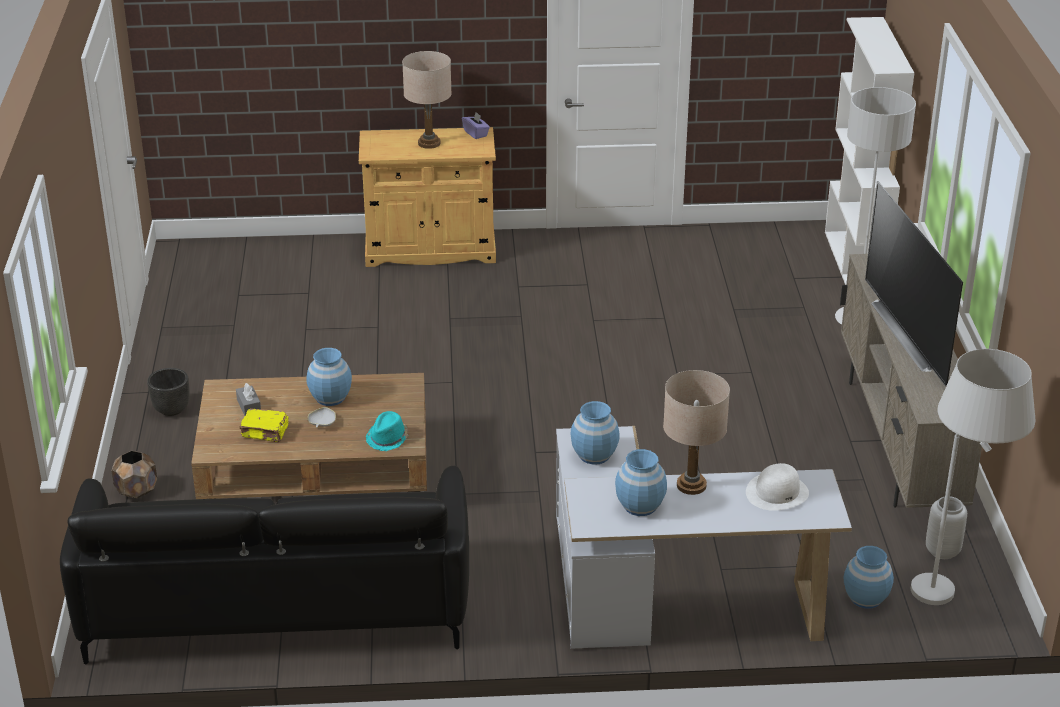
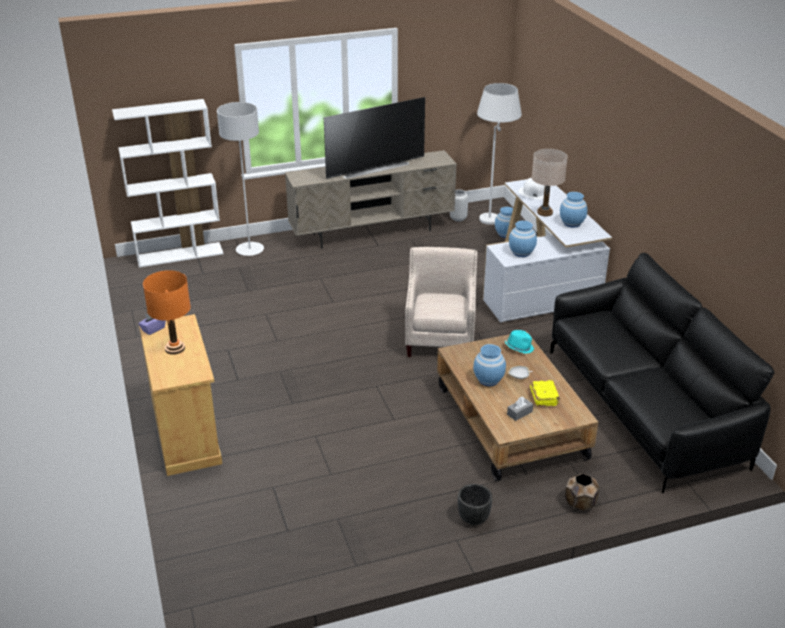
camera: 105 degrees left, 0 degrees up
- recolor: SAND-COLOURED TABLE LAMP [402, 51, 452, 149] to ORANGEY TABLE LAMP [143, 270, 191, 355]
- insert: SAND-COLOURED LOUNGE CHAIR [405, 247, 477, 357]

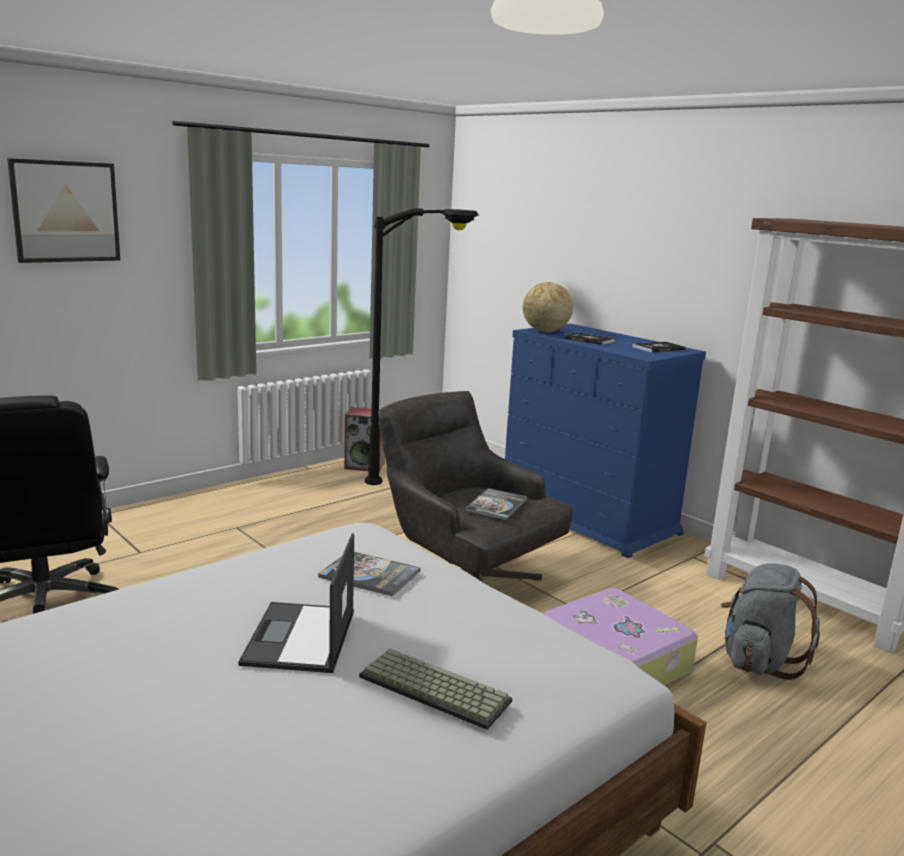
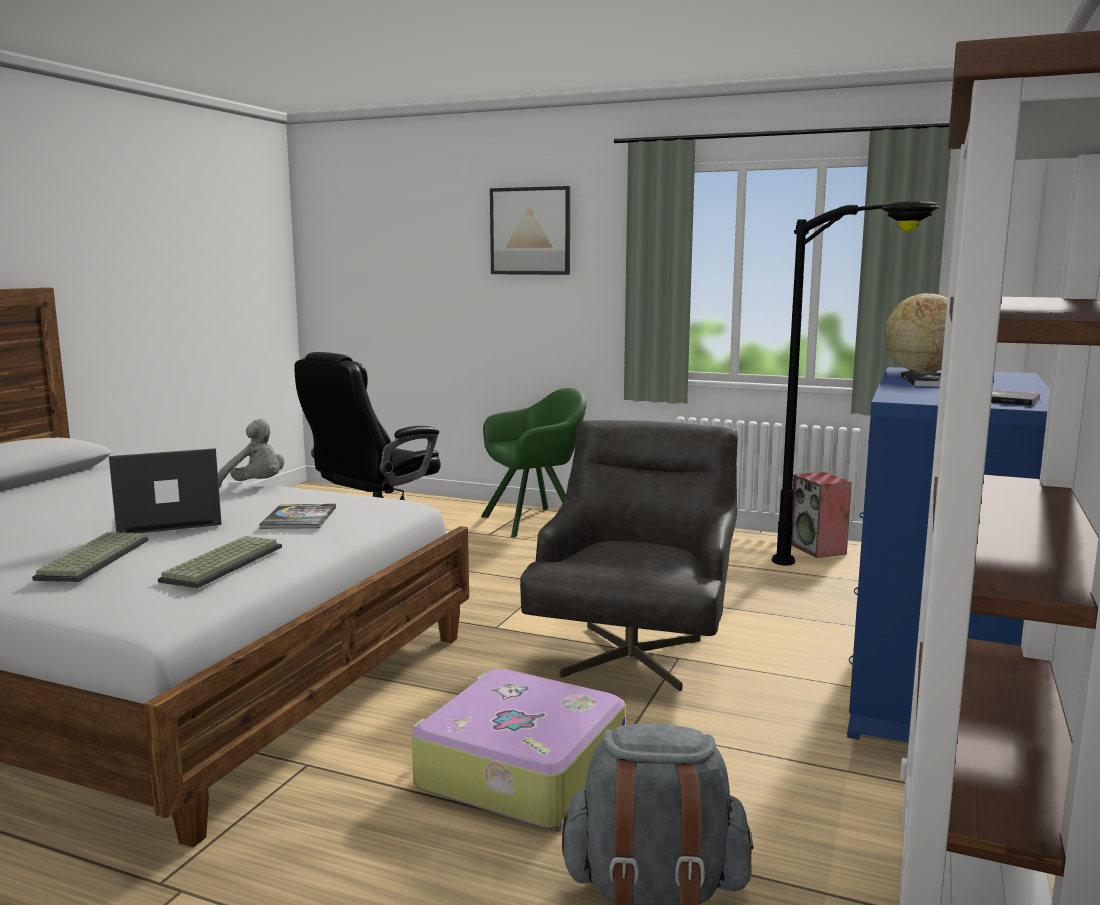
camera: 65 degrees right, 5 degrees down
- insert: KEYBOARD [158, 536, 282, 588]
- insert: GREY SOFT TOY [218, 419, 284, 488]
- insert: GREEN-COLOURED LOUNGE CHAIR [481, 388, 586, 538]
- delete: BOOK [465, 488, 527, 520]

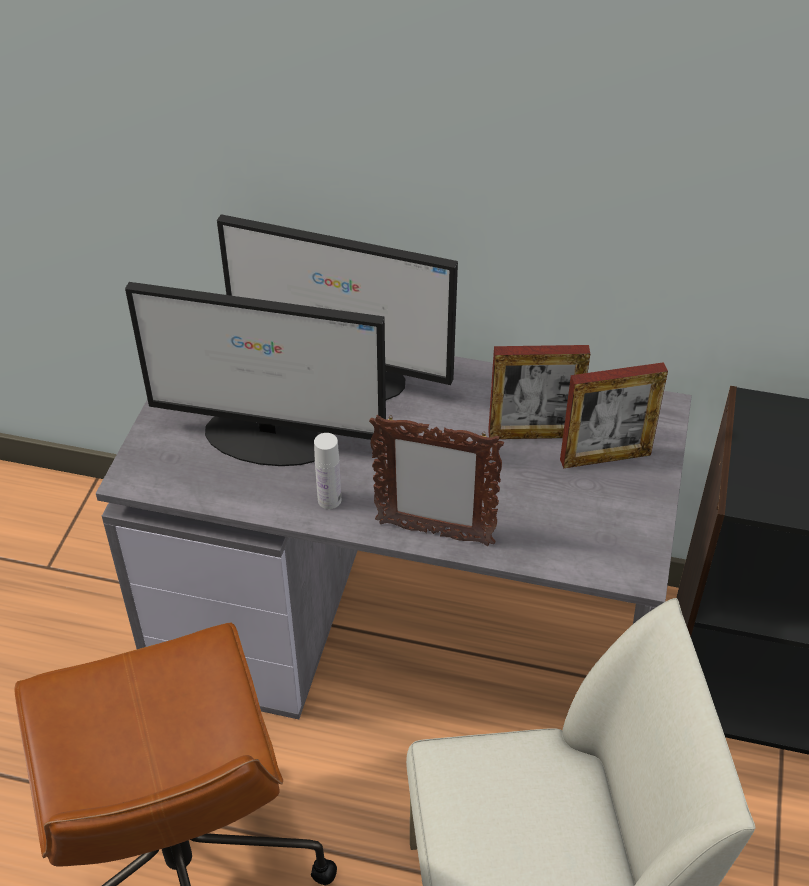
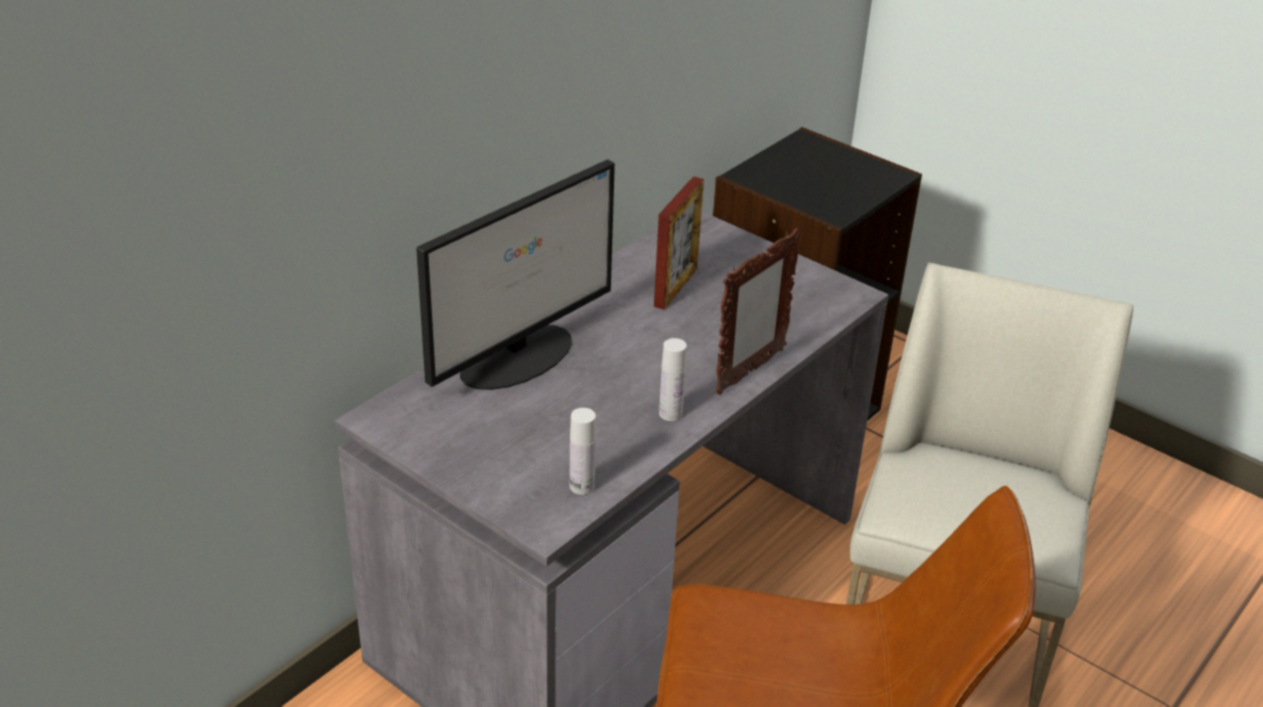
camera: 65 degrees left, 10 degrees down
- insert: WHITE DRINK BOTTLE [569, 408, 596, 495]
- delete: COMPUTER SCREEN [125, 282, 386, 466]
- delete: PHOTO FRAME [560, 362, 668, 468]

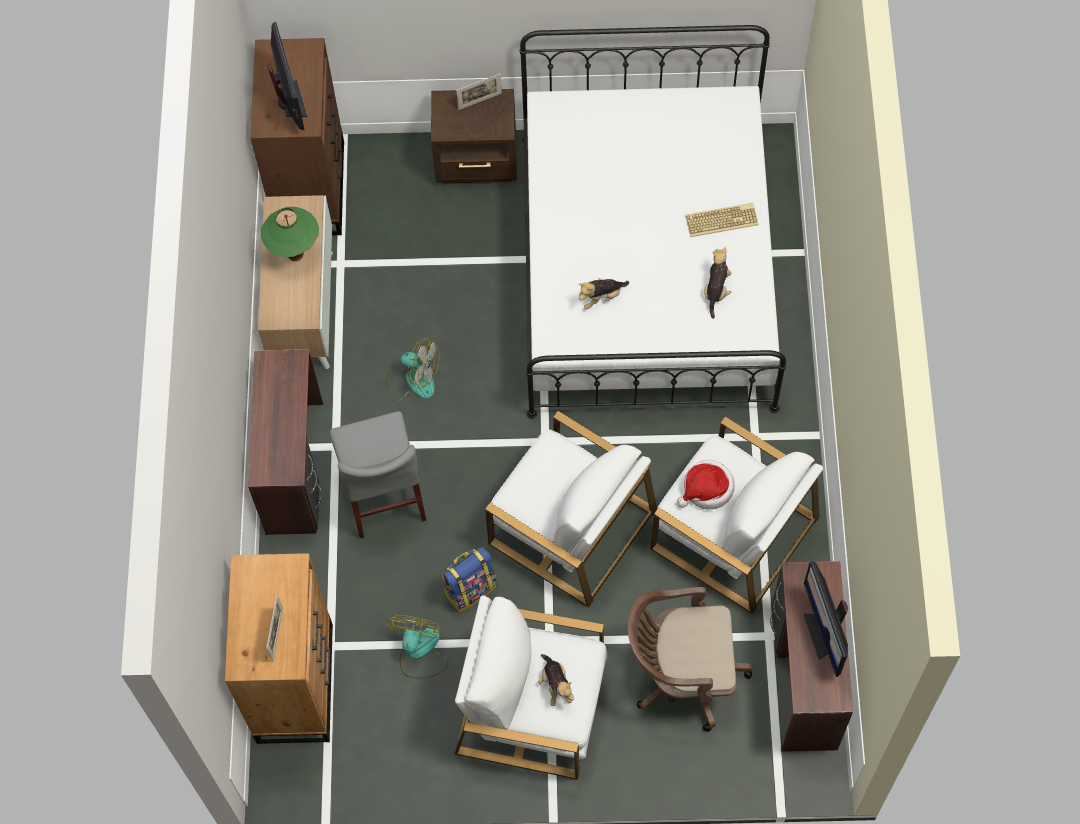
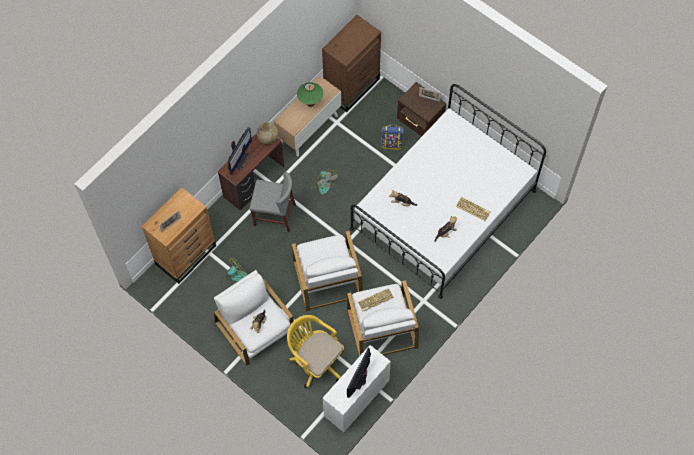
camera: 40 degrees right, 0 degrees up
- move: COMPUTER SCREEN [267, 22, 308, 130] to [228, 127, 252, 175]
- rotate: GREY UPRIGHT CHAIR [330, 411, 426, 538] = [249, 172, 296, 232] 105 degrees counterclockwise
- insert: DESK GLOBE [257, 122, 278, 144]
- recolor: BROWN OFFICE CHAIR [628, 587, 752, 732] to YELLOW OFFICE CHAIR [287, 315, 344, 388]
- recolor: BROWN DESK UNIT [770, 561, 853, 752] to WHITE DESK UNIT [323, 345, 391, 432]
- replace: WEARABLE HAT [677, 459, 735, 510] to KEYBOARD [358, 288, 394, 311]
- move: KNAPSACK [442, 547, 497, 613] to [381, 124, 404, 150]

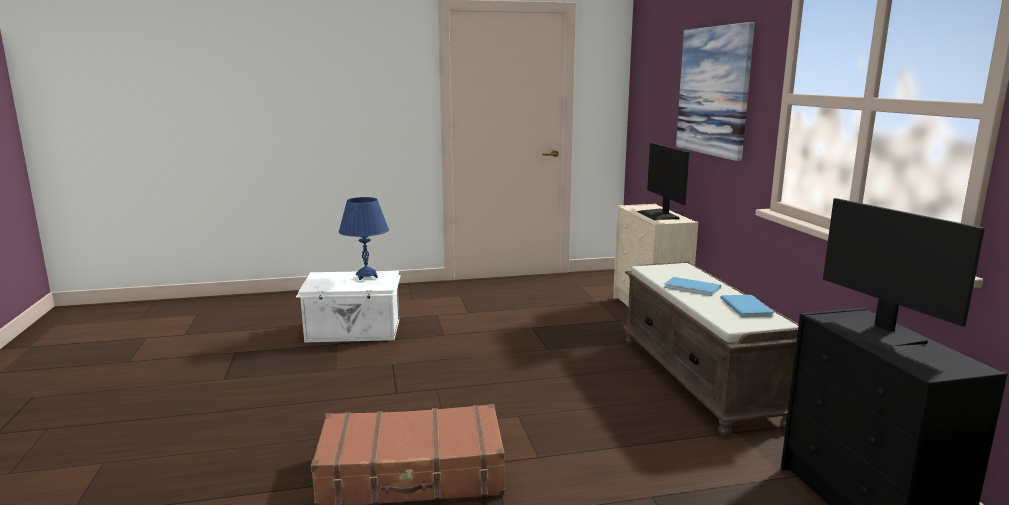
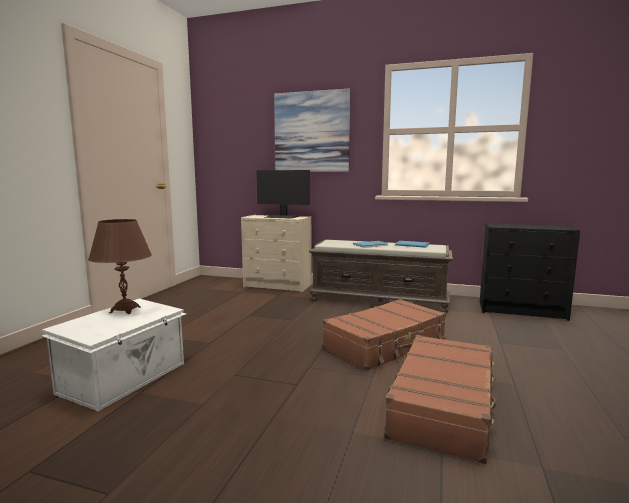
camera: 60 degrees left, 5 degrees down
- recolor: BLUE-COLOURED TABLE LAMP [339, 197, 389, 280] to BROWN TABLE LAMP [88, 219, 152, 314]
- insert: BROWN SUITCASE [323, 299, 446, 371]
- delete: COMPUTER SCREEN [823, 198, 985, 352]

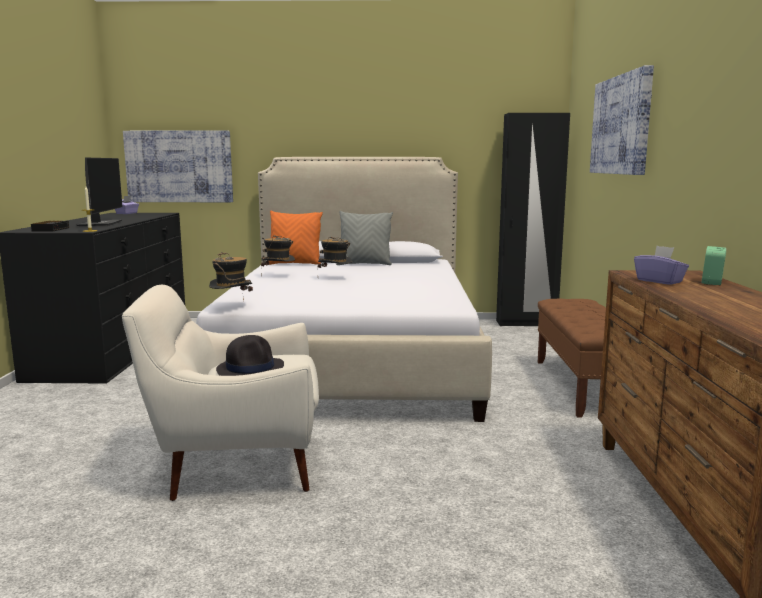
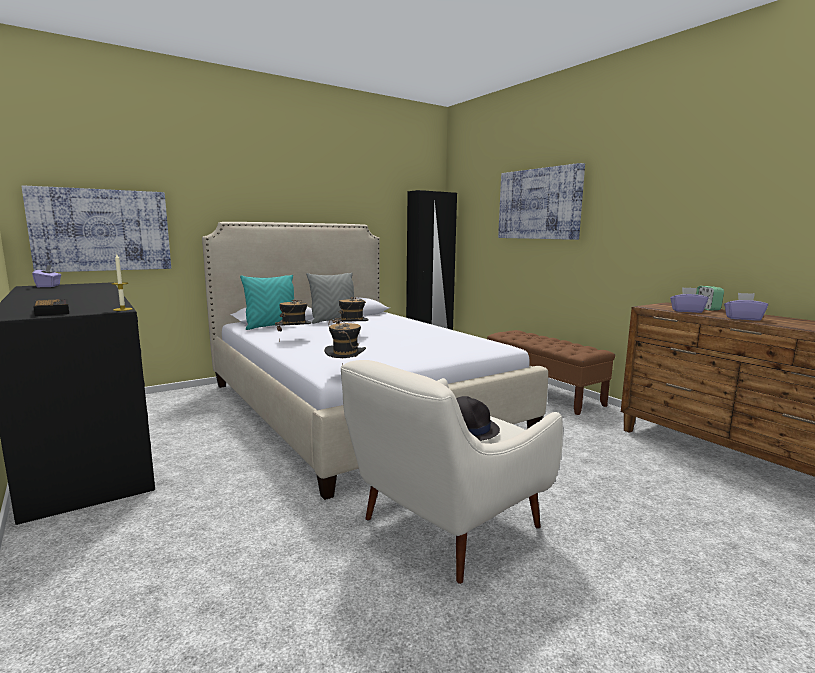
camera: 35 degrees left, 0 degrees up
- recolor: ORANGEY CUSHION [269, 211, 323, 265] to TURQUOISE CUSHION [240, 275, 294, 330]
- insert: PURPLISH BOX OF TISSUES [724, 293, 768, 321]
- delete: COMPUTER SCREEN [77, 158, 123, 226]

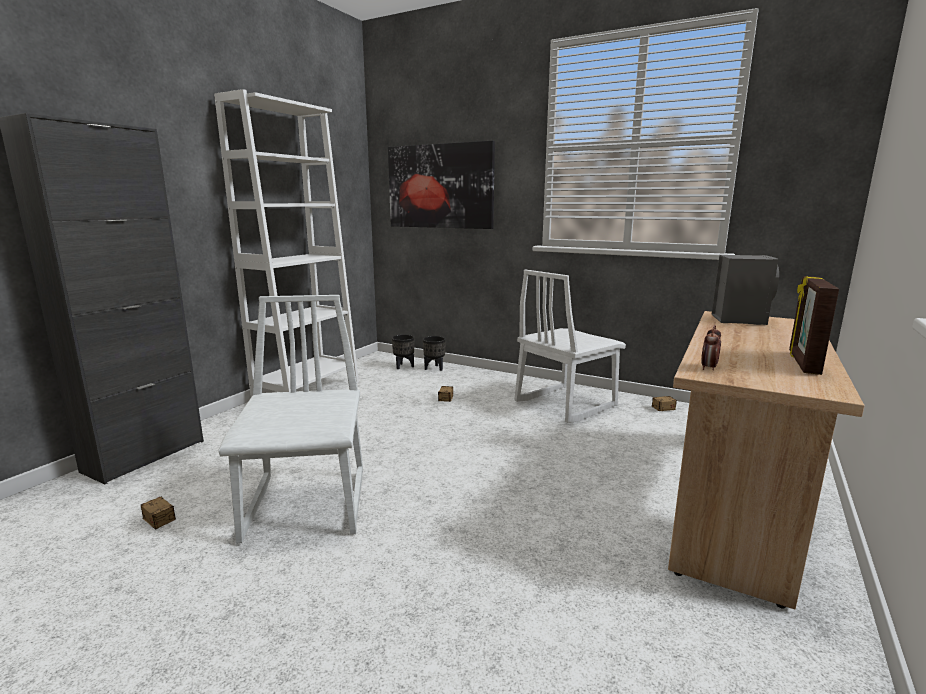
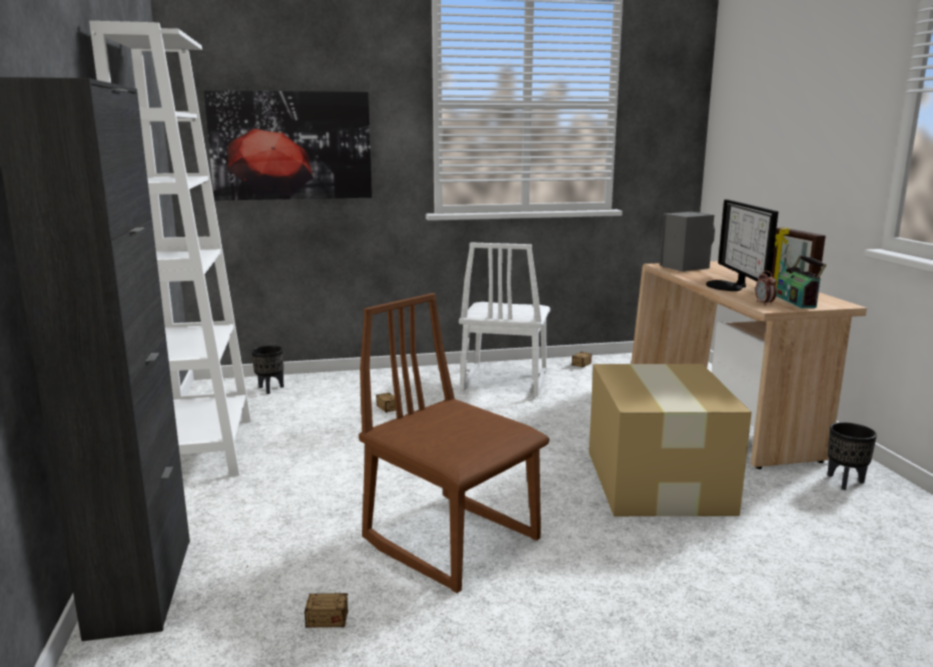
camera: 40 degrees left, 0 degrees up
- recolor: WHITE UPRIGHT CHAIR [218, 295, 363, 544] to BROWN UPRIGHT CHAIR [359, 293, 549, 593]
- insert: CARTON [589, 364, 752, 516]
- insert: COMPUTER SCREEN [706, 199, 778, 291]
- insert: RADIO SET [776, 255, 826, 308]
- move: BLACK PLANTER [423, 336, 446, 371] to [827, 422, 877, 490]

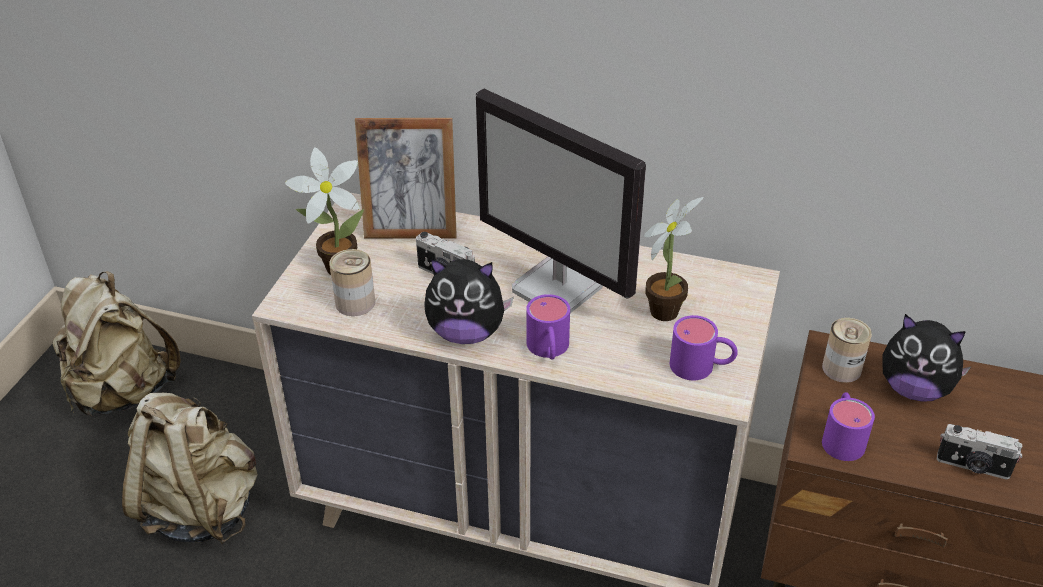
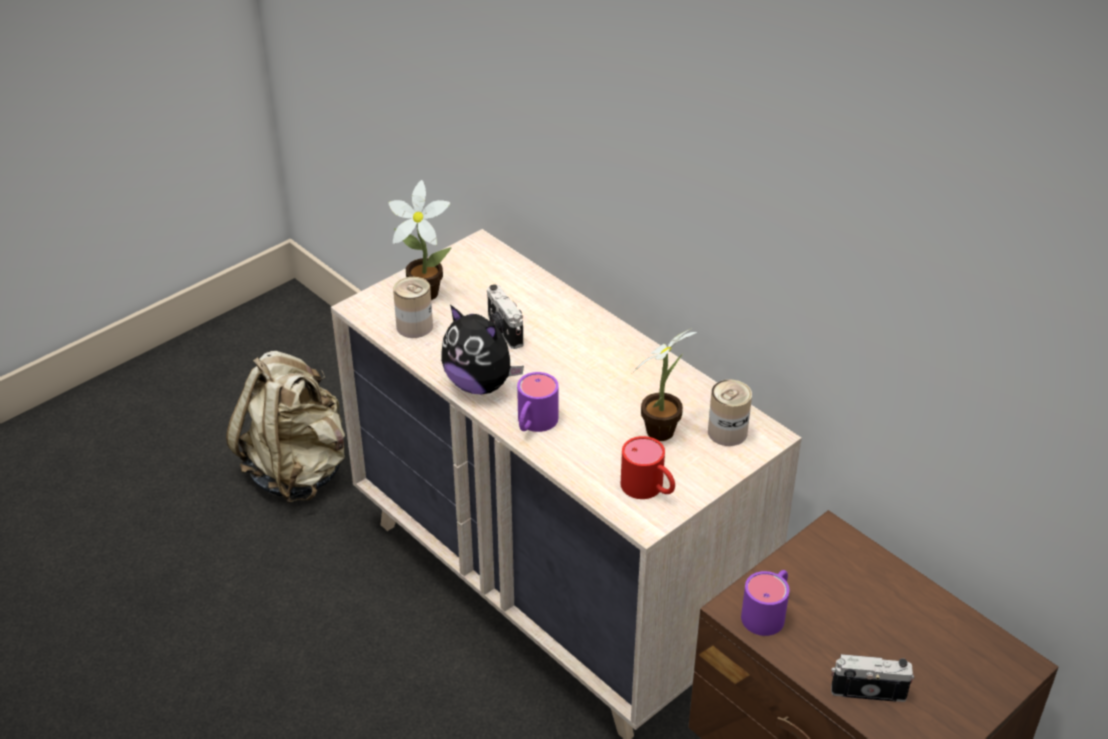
camera: 30 degrees right, 0 degrees up
- recolor: PURPLISH TEA MUG [670, 315, 737, 380] to RED-COLOURED TEA MUG [621, 436, 675, 499]
- move: SEALED CAN [822, 318, 872, 383] to [708, 380, 752, 446]
- rotate: STILL CAMERA [937, 424, 1022, 480] = [831, 654, 914, 702] 135 degrees clockwise
- delete: SAND-COLOURED KNAPSACK [52, 271, 181, 417]
- delete: PHOTO FRAME [355, 118, 457, 239]
- delete: COMPUTER SCREEN [476, 89, 646, 313]
- delete: SOFT TOY [883, 314, 971, 402]

